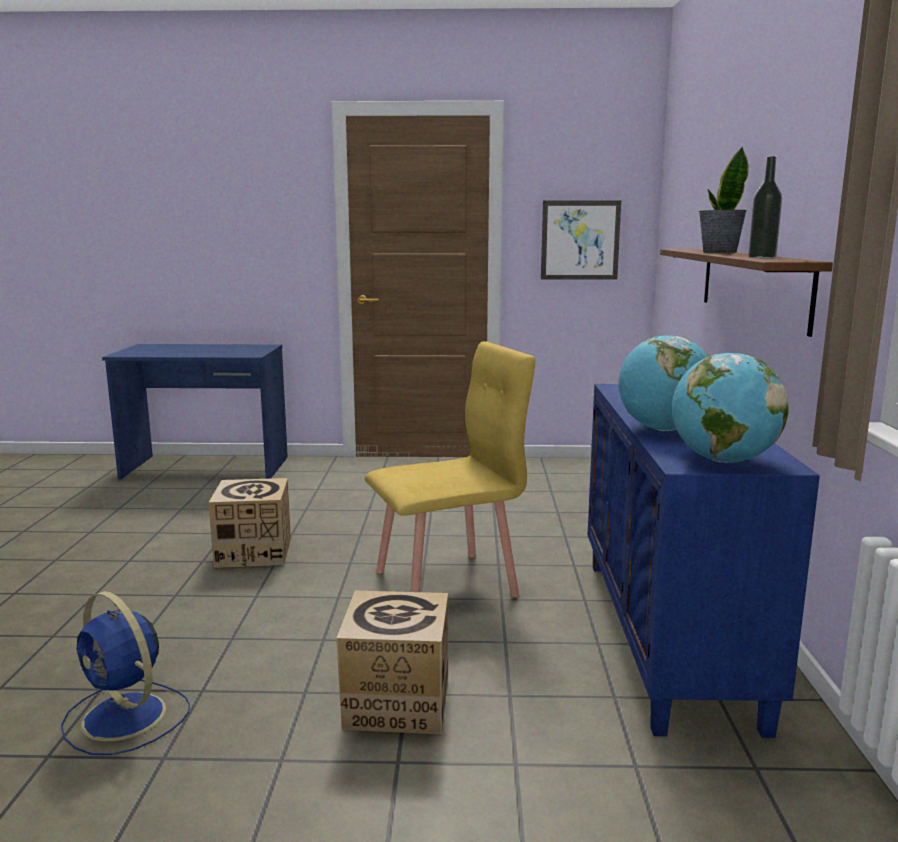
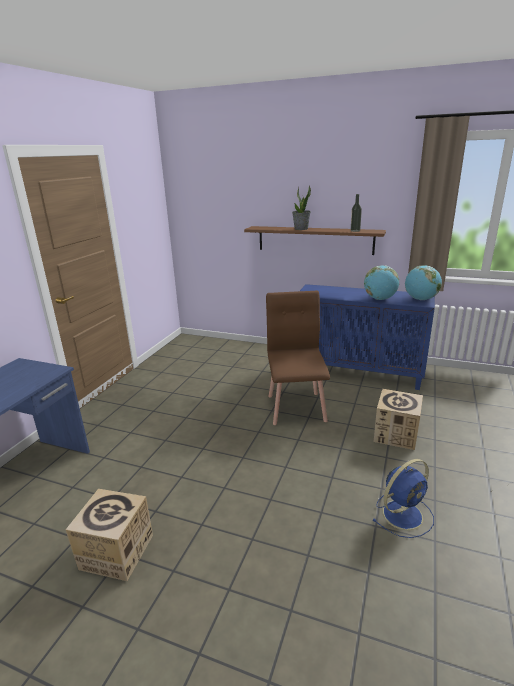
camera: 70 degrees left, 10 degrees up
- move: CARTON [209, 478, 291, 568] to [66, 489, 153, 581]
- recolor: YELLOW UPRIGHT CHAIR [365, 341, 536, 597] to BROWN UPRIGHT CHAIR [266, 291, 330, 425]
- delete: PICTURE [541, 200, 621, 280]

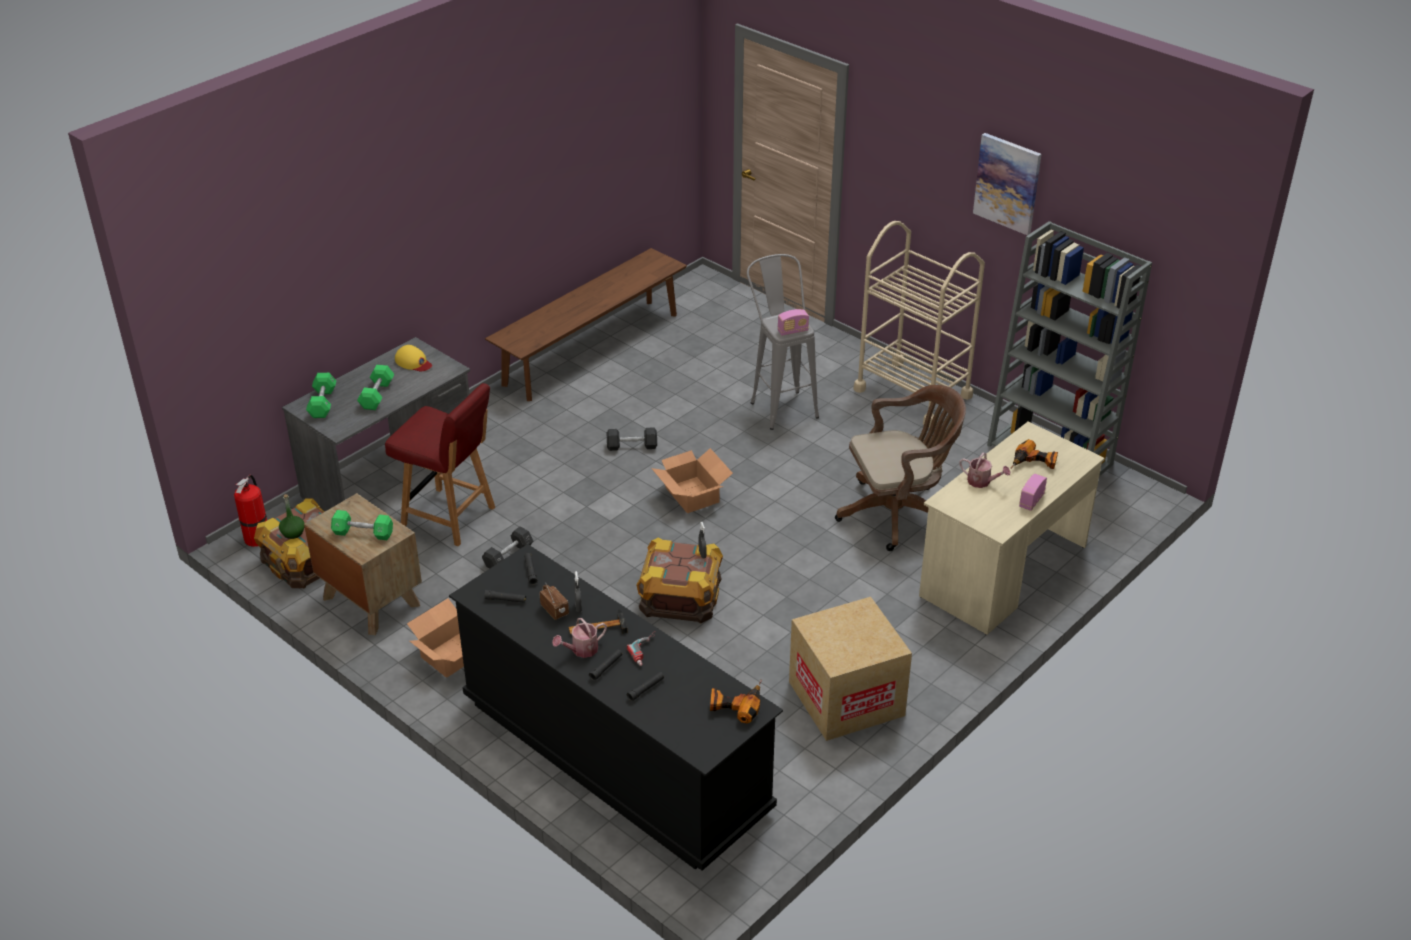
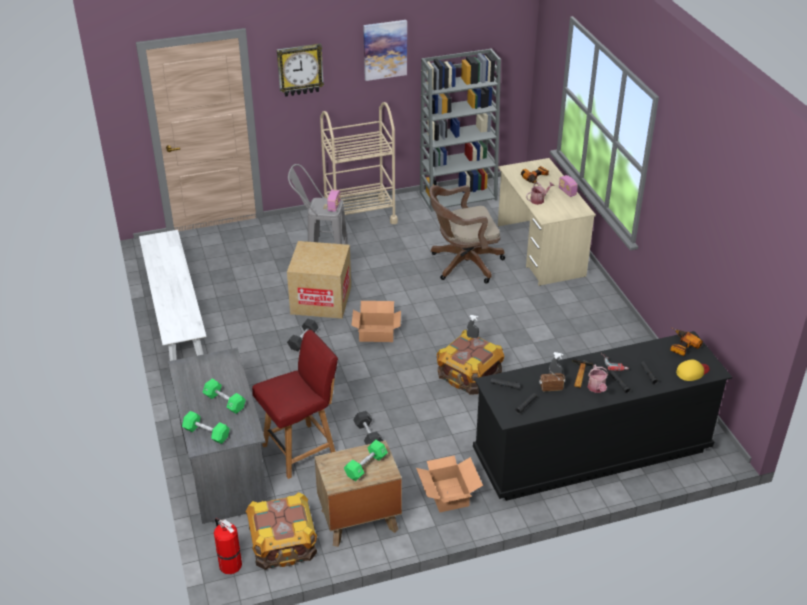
camera: 60 degrees left, 0 degrees up
- recolor: BROWN LONG SEAT [485, 248, 687, 401] to WHITE LONG SEAT [139, 230, 207, 361]
- insert: HANGING CLOCK [277, 43, 324, 97]
- move: CARTON [789, 597, 912, 741] to [287, 241, 351, 319]
- rotate: BROWN OFFICE CHAIR [835, 385, 966, 551] = [429, 185, 505, 284] 120 degrees counterclockwise
- move: YELLOW BASEBALL CAP [395, 345, 432, 371] to [676, 359, 710, 381]
- delete: GREEN-COLOURED DRINK BOTTLE [279, 494, 305, 539]

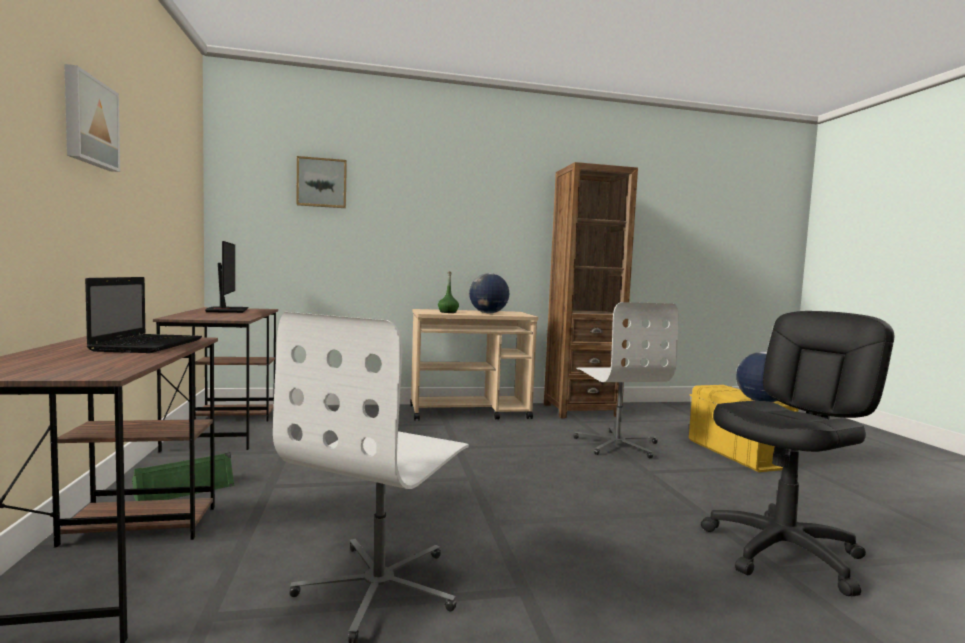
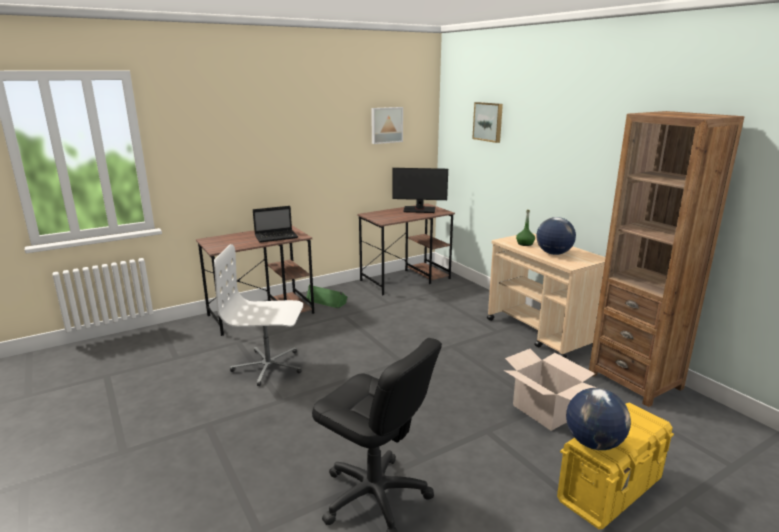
camera: 70 degrees right, 15 degrees up
- move: PICTURE [64, 64, 120, 172] to [371, 107, 403, 144]
- rotate: COMPUTER SCREEN [205, 241, 248, 313] = [393, 168, 448, 213] 45 degrees clockwise
- replace: WHITE OFFICE CHAIR [574, 302, 678, 458] to CARTON [504, 349, 597, 431]

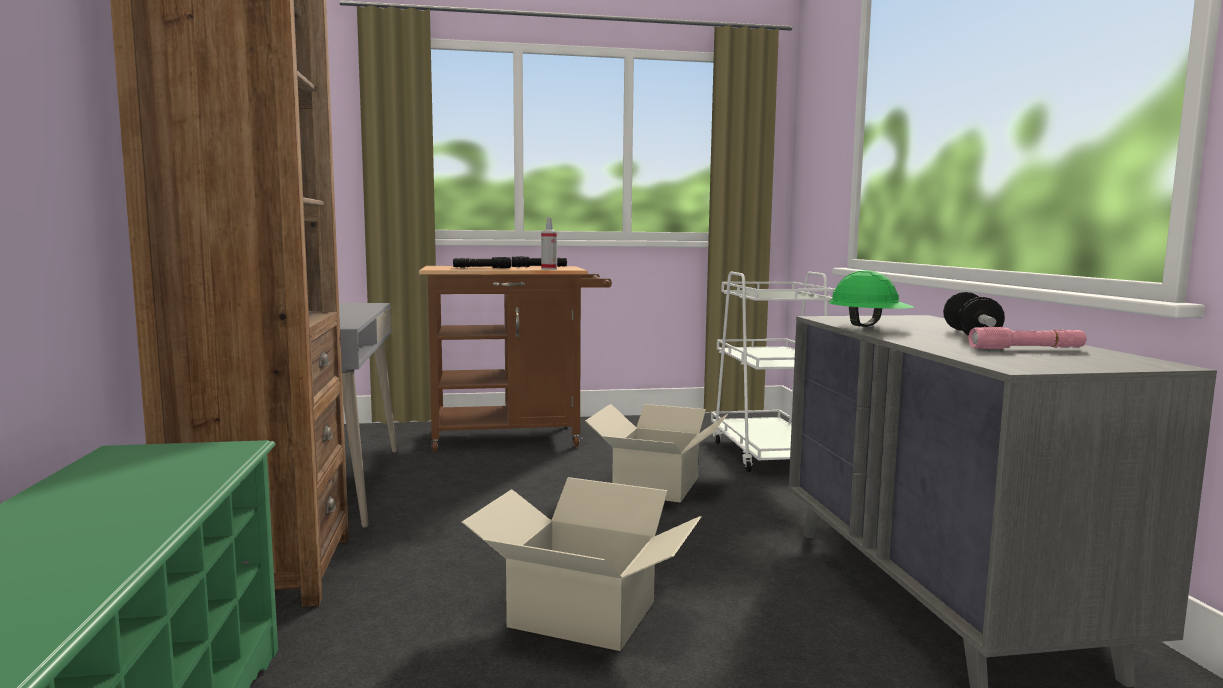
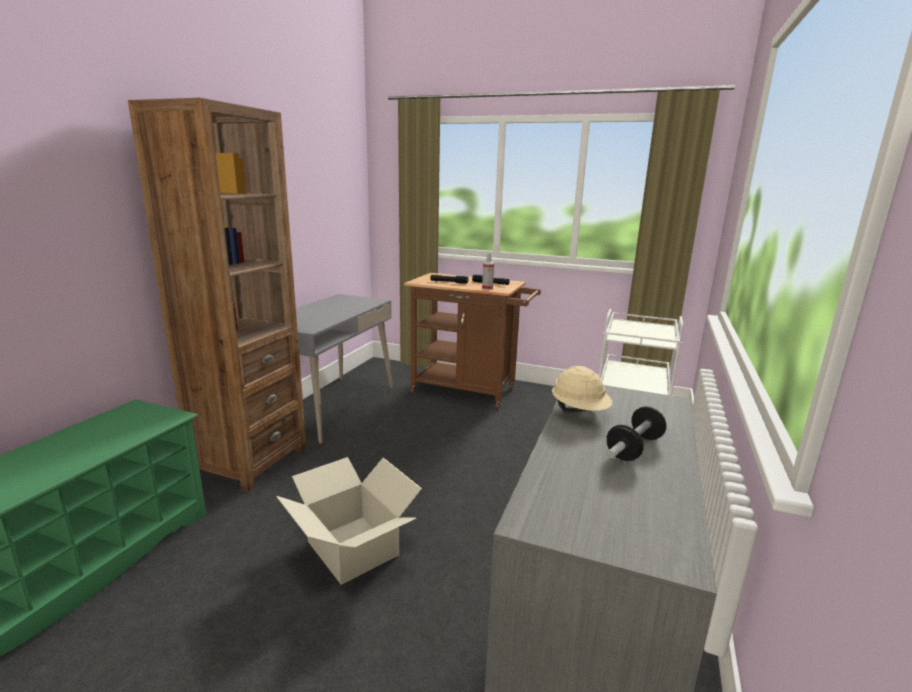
camera: 30 degrees right, 10 degrees up
- recolor: GREEN-COLOURED HARD HAT [829, 270, 914, 327] to SAND-COLOURED HARD HAT [552, 366, 612, 412]
- delete: CARTON [585, 404, 728, 502]
- delete: PINK-COLOURED TORCH [969, 327, 1086, 349]

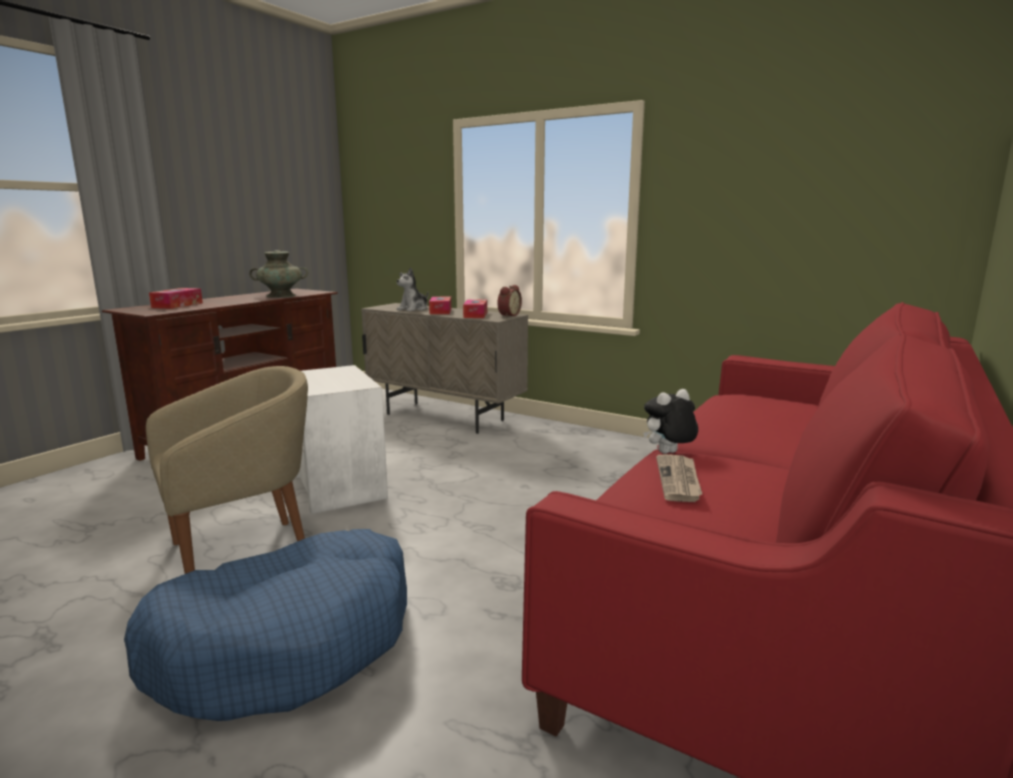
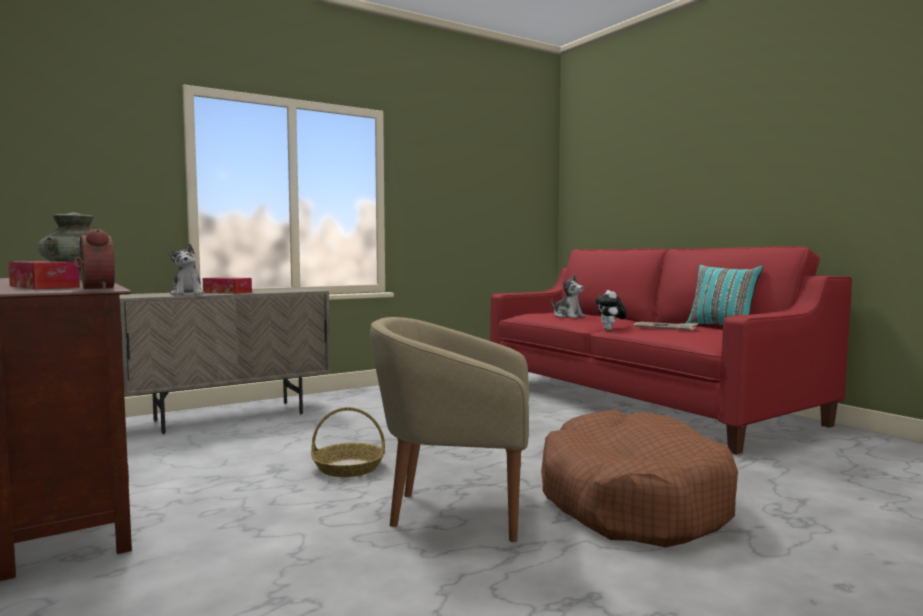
camera: 65 degrees left, 10 degrees down
- move: ALARM CLOCK [497, 285, 522, 317] to [74, 229, 115, 290]
- replace: WHITE SIDE TABLE [295, 365, 388, 514] to HOUSEHOLD BASKET [311, 407, 385, 477]
- rotate: SAND-COLOURED LOUNGE CHAIR [146, 366, 308, 574] = [370, 317, 529, 542] 75 degrees counterclockwise
- recolor: BLUE-COLOURED DOG BED [124, 529, 407, 721] to BROWN DOG BED [541, 410, 738, 547]
- insert: SOFT TOY [551, 275, 586, 318]
- insert: TURQUOISE CUSHION [686, 265, 763, 325]
- delete: BOX OF TISSUES [463, 300, 487, 318]

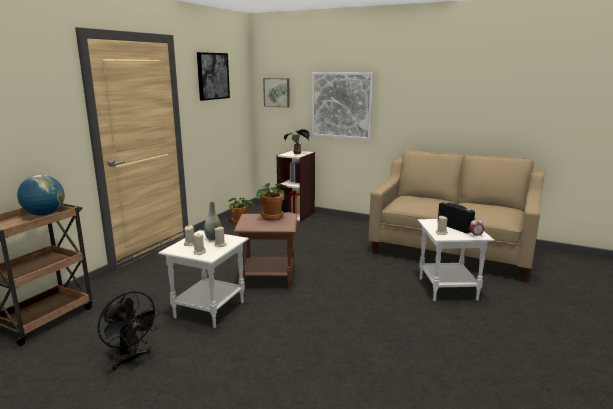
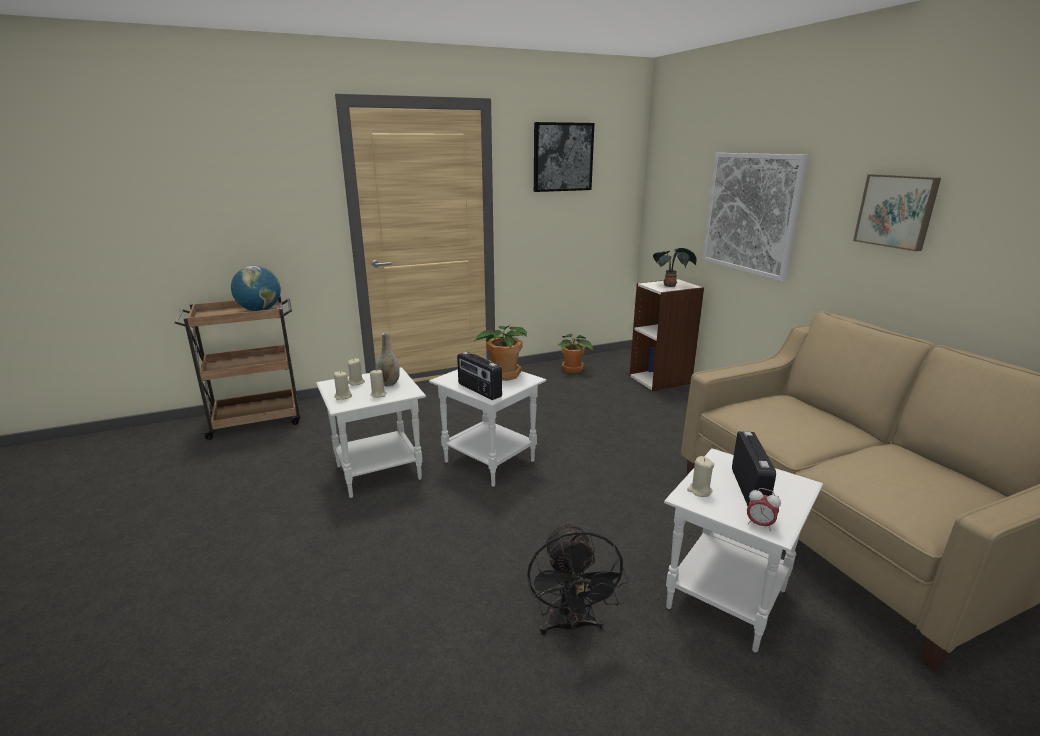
camera: 40 degrees right, 5 degrees up
- recolor: BROWN SIDE TABLE [233, 214, 297, 290] to WHITE SIDE TABLE [429, 361, 546, 487]
- insert: RADIO SET [457, 352, 502, 400]
- move: BLACK COOLING FAN [98, 291, 160, 371] to [527, 521, 628, 636]
- move: PICTURE [263, 78, 290, 108] to [853, 174, 941, 251]

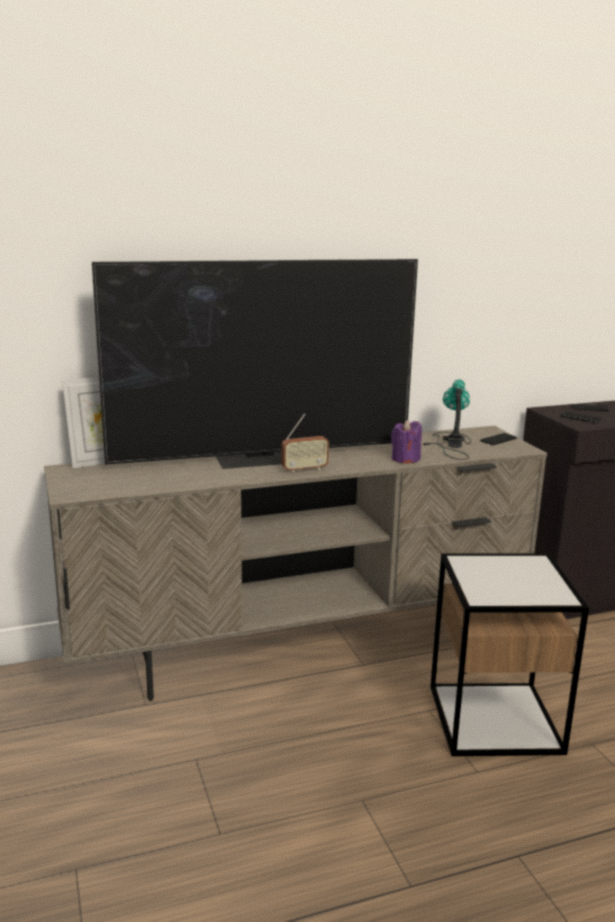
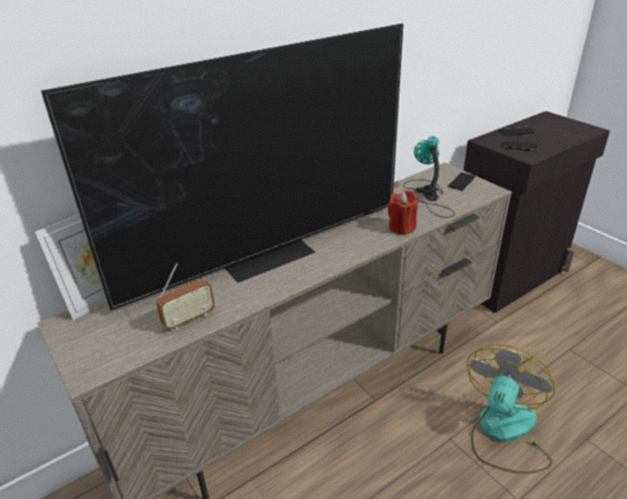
camera: 15 degrees left, 15 degrees up
- move: RADIO SET [281, 413, 329, 473] to [156, 263, 215, 330]
- recolor: PURPLISH WAX CANDLE [391, 420, 422, 463] to RED-COLOURED WAX CANDLE [388, 191, 418, 235]
- replace: SIDE TABLE [430, 554, 589, 756] to COOLING FAN [467, 344, 555, 474]

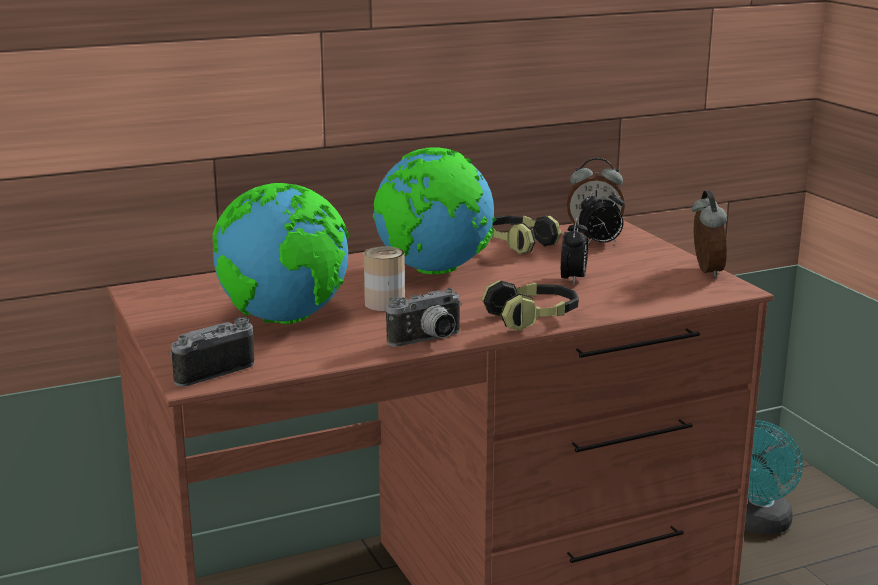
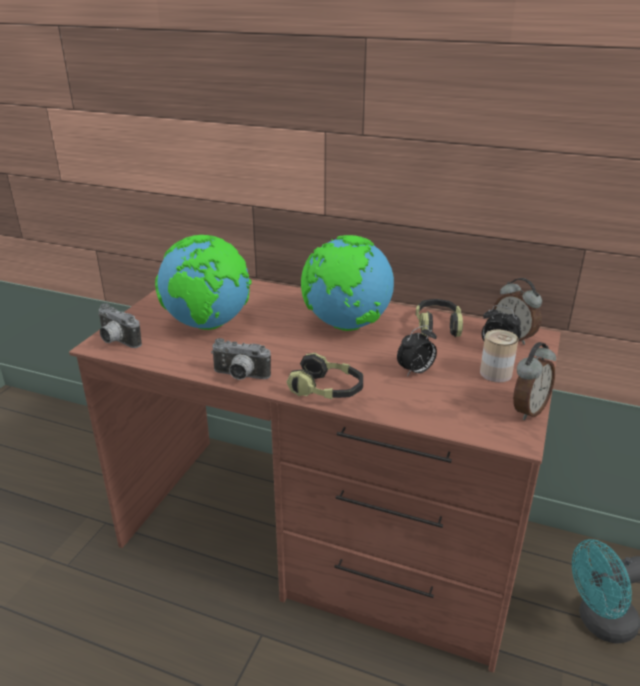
camera: 45 degrees right, 10 degrees up
- rotate: STILL CAMERA [169, 317, 254, 387] = [98, 303, 142, 348] 150 degrees counterclockwise
- move: SEALED CAN [364, 246, 405, 311] to [480, 330, 519, 382]

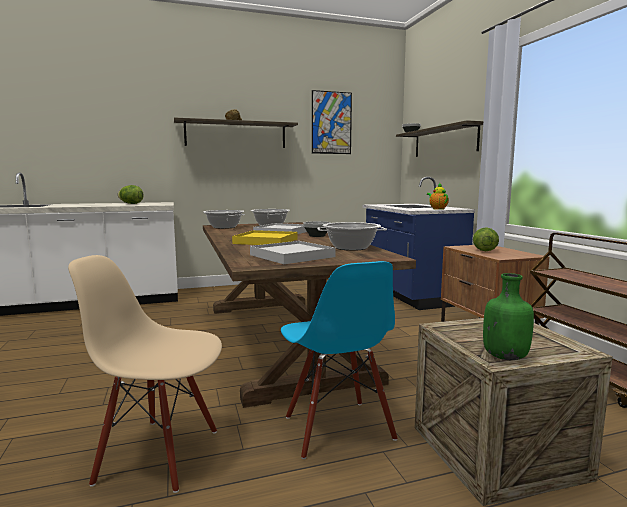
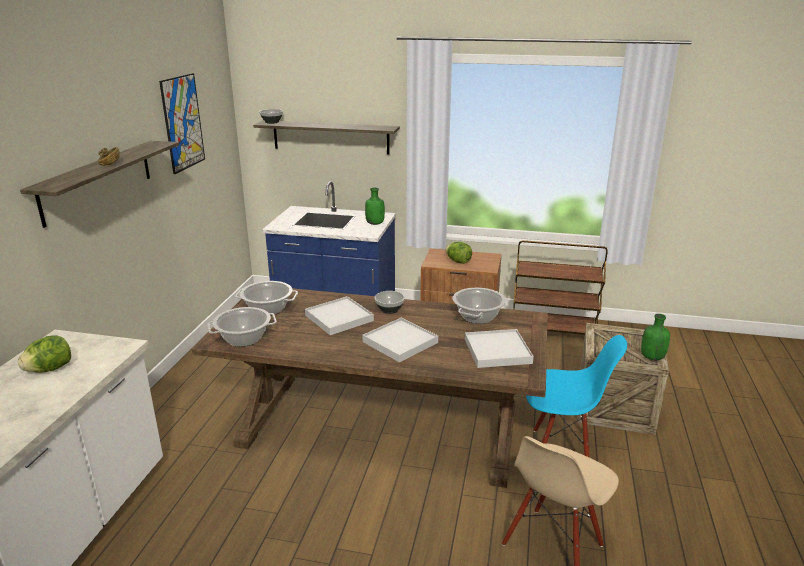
camera: 60 degrees left, 15 degrees up
- recolor: YELLOW TRAY [232, 230, 297, 245] to WHITE TRAY [362, 318, 438, 362]
- replace: TEA POT [427, 183, 449, 210] to GREEN-COLOURED DRINK BOTTLE [365, 188, 385, 225]

